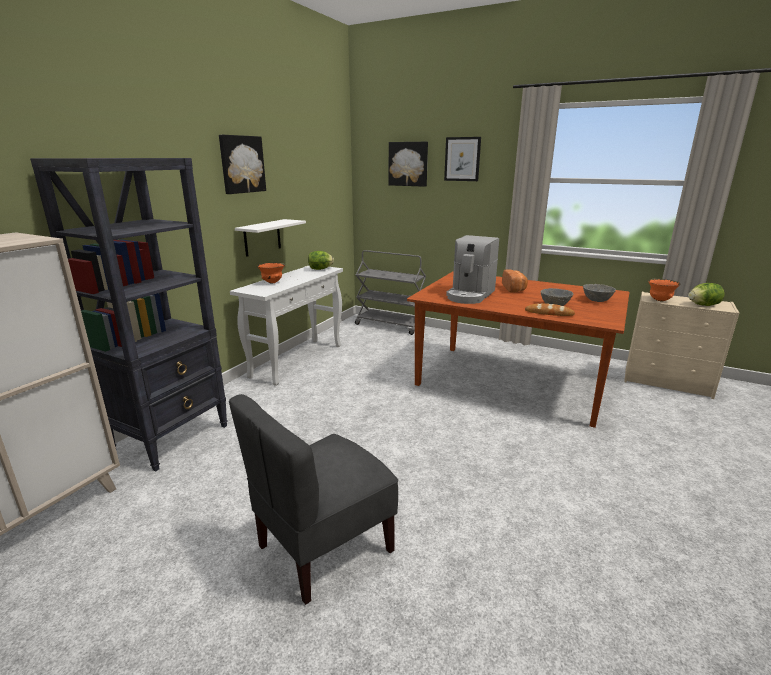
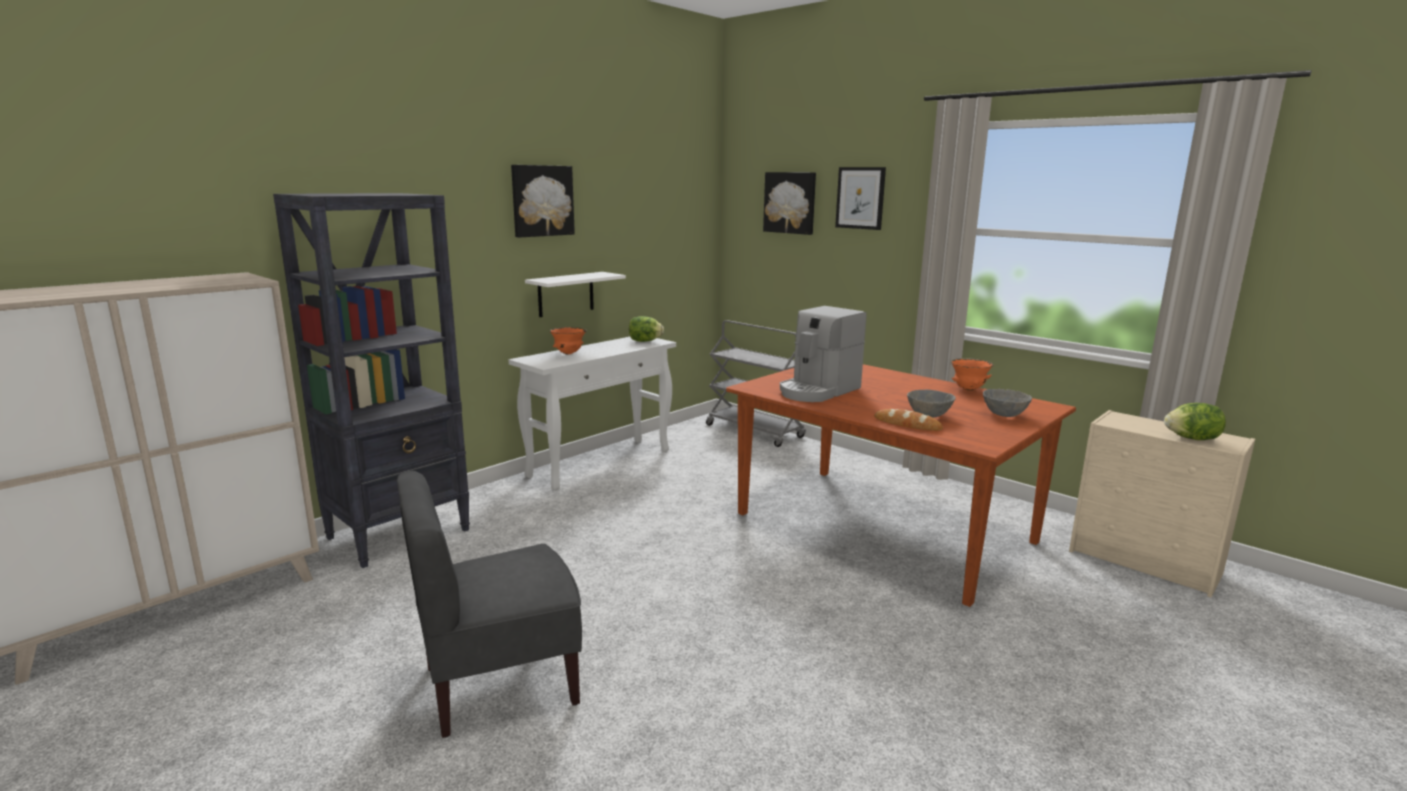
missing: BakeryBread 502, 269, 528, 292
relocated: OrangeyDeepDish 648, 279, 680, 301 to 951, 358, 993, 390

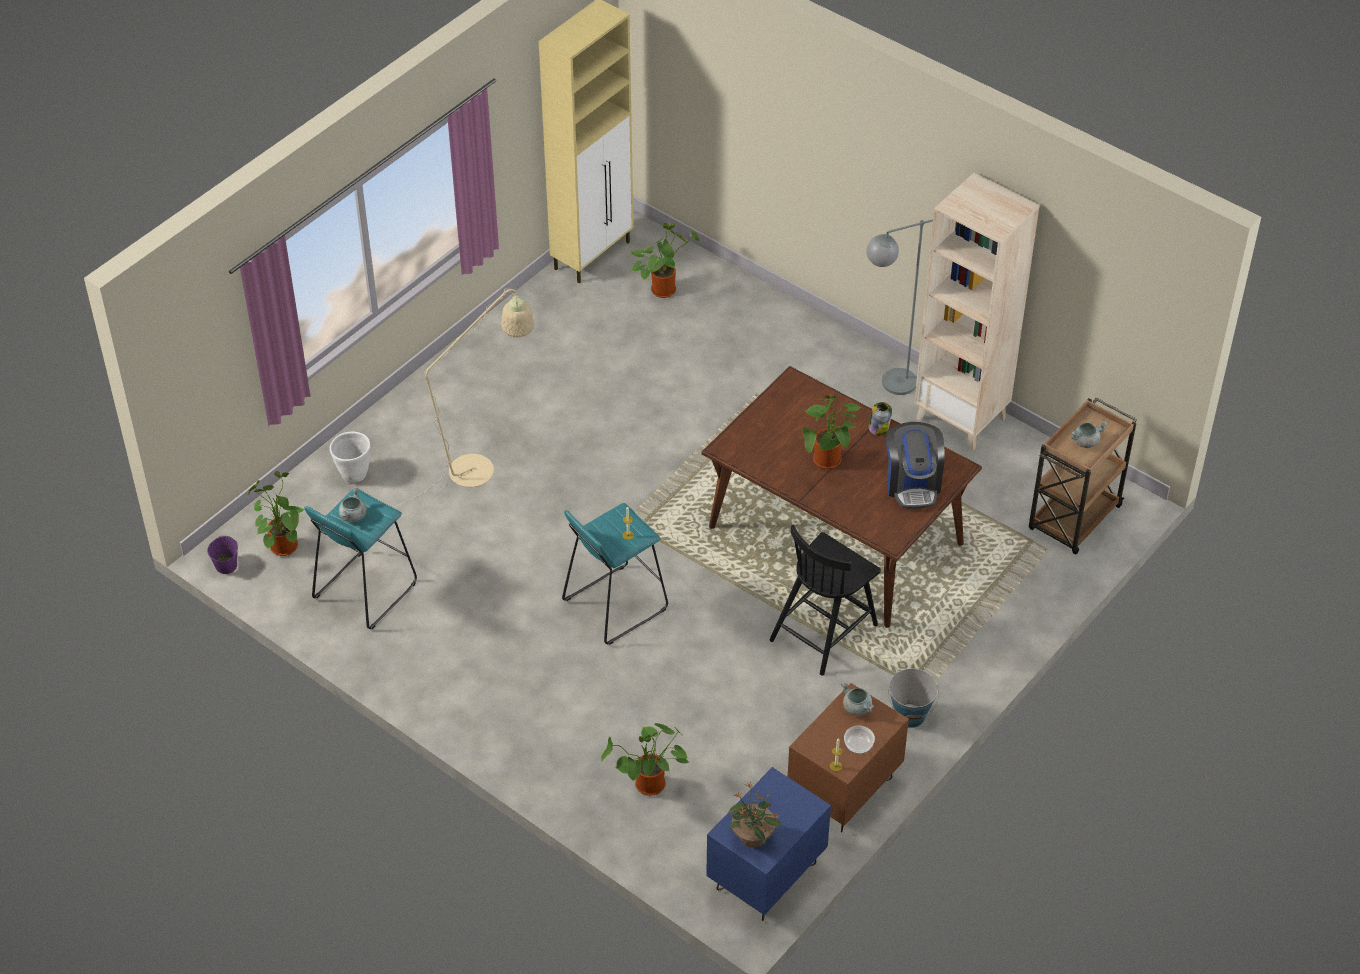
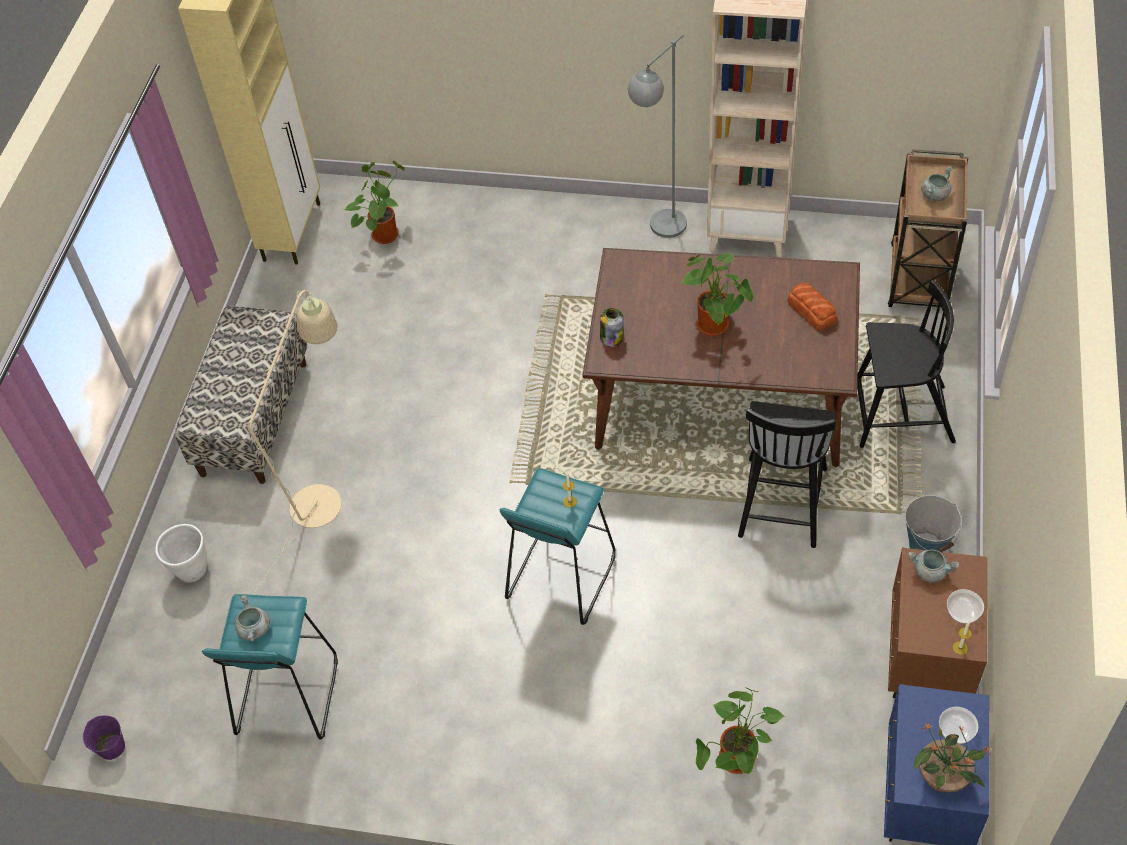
missing: PottedPlant 247, 471, 305, 556
appeared: Bench 175, 306, 308, 484; BlackUprightChair 857, 280, 956, 448; DeepDish 939, 707, 978, 744
relocated: StorageJar 869, 402, 892, 436 to 600, 308, 624, 347
exchanged: CoffeeMaker 886, 422, 945, 509 to BakeryBread 788, 283, 838, 331

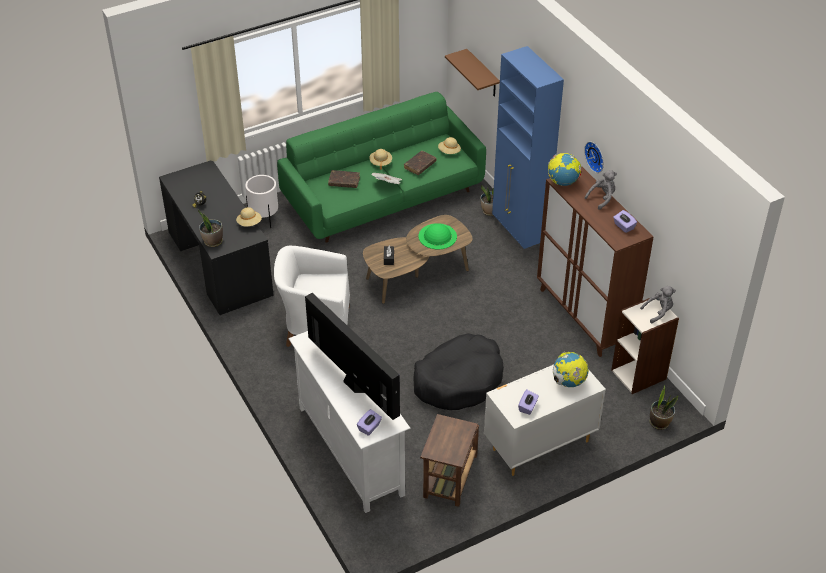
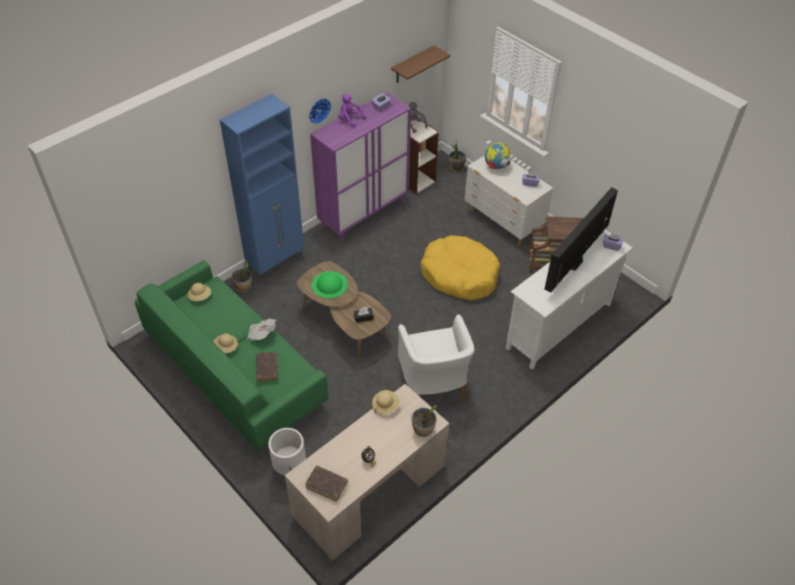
missing: Globe 548, 153, 581, 186
relocated: BrownishBook 404, 151, 436, 175 to 305, 465, 348, 502; BrownishShelf 445, 49, 500, 97 to 391, 45, 450, 83
colour: BlackDesk 159, 161, 274, 315 to BeigeDesk 285, 384, 450, 561; BlackPetBed 413, 333, 504, 410 to YellowPetBed 420, 235, 500, 300; BrownishCupboard 537, 167, 653, 357 to PurplishCupboard 310, 92, 411, 242; GreyishPlushToy 585, 170, 617, 210 to PurplishPlushToy 338, 94, 366, 127

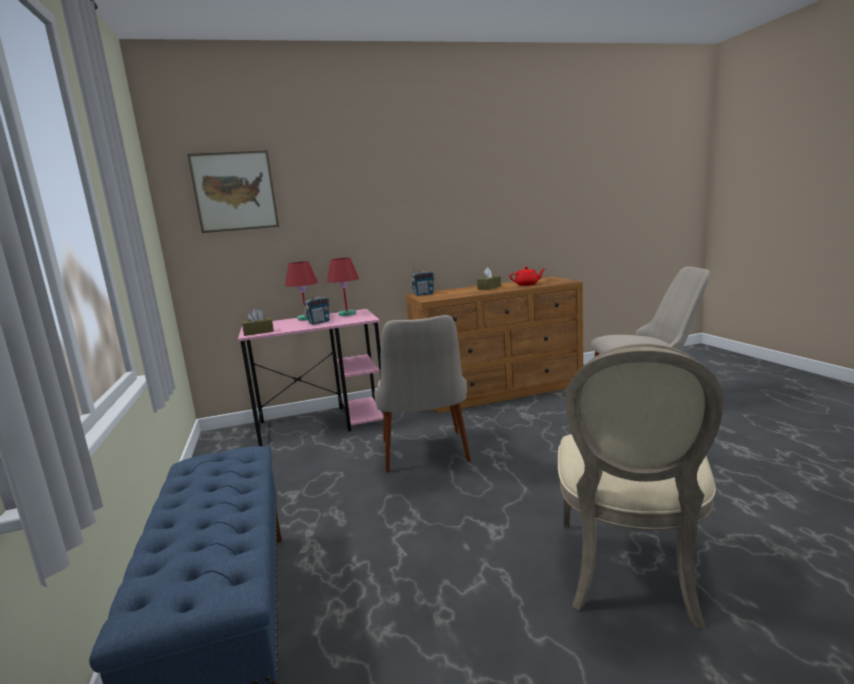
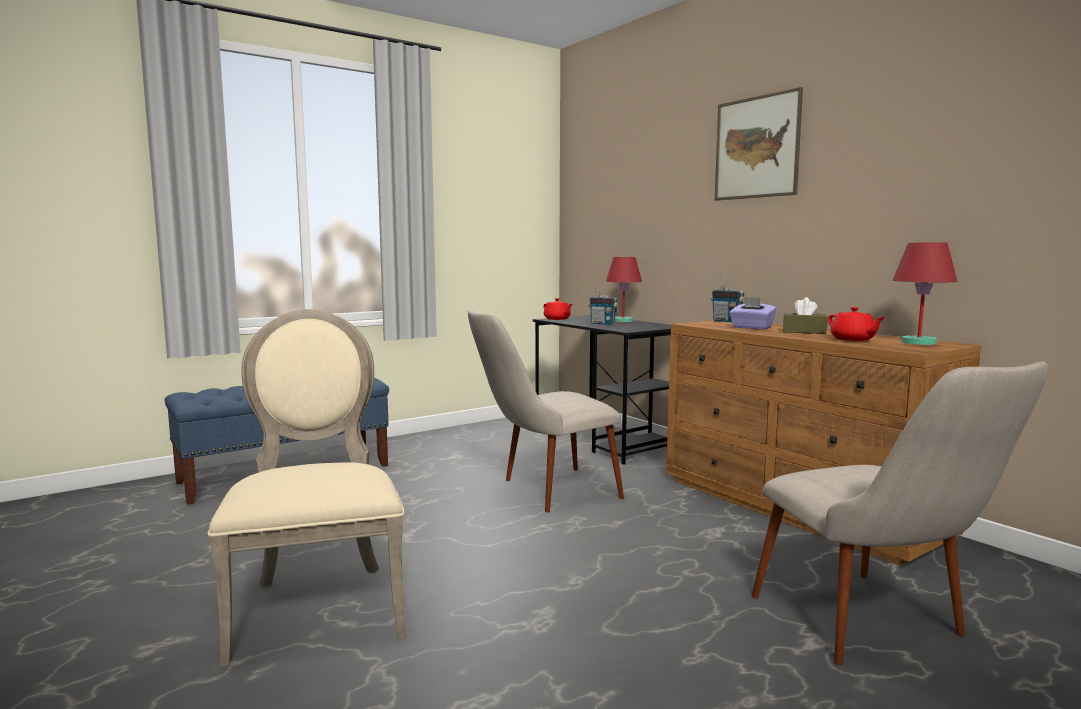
appeared: PurplishTissueBox 730, 297, 777, 330
relocated: WallPicture 187, 150, 279, 233 to 715, 87, 803, 201; ReddishTableLamp 327, 258, 359, 316 to 893, 242, 958, 345
exchanged: BrownishTissueBox 242, 309, 274, 336 to ReddishTeapot 544, 298, 572, 320
colour: PinkDesk 238, 309, 383, 446 to BlackDesk 533, 315, 671, 465
spun: BeigeUprightChair 558, 344, 724, 629 = 207, 309, 406, 667 75 degrees clockwise

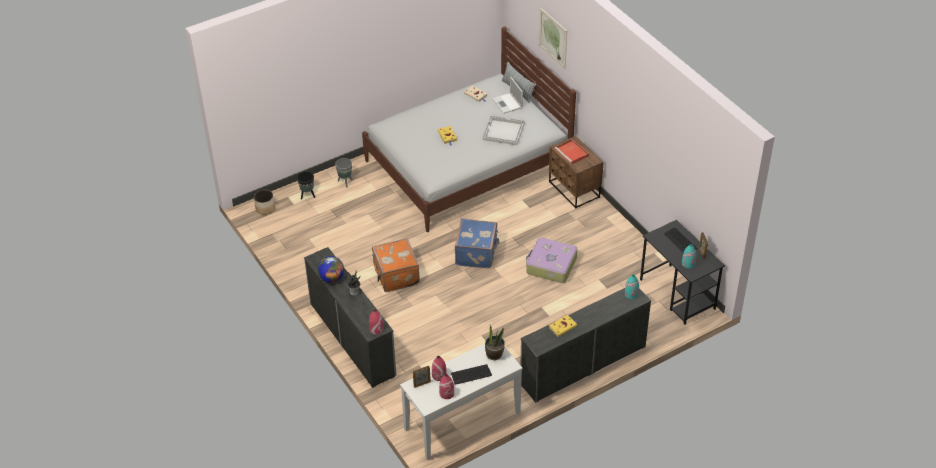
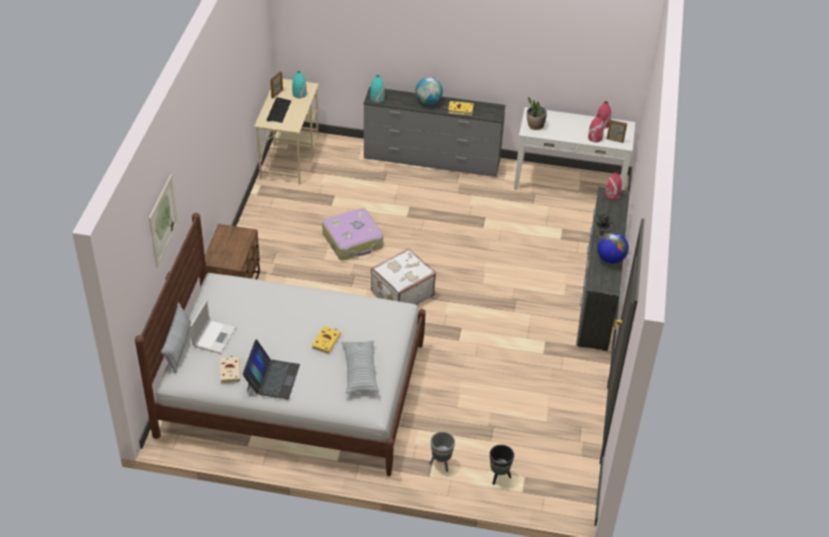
missing: FlowerPot 254, 190, 275, 215; OrangeyPieceOfLuggage 372, 238, 420, 292; PcKeyboard 451, 364, 492, 385; WhiteTray 482, 116, 525, 145; ReddishTray 555, 139, 589, 164
appeared: NotebookComputer 243, 339, 300, 399; ThrowPillow 342, 340, 379, 394; Globe 416, 77, 443, 105
colour: BlueColouredPieceOfLuggage 455, 218, 499, 268 to WhitePieceOfLuggage 371, 248, 436, 305; BlackDesk 640, 220, 725, 325 to BeigeDesk 254, 79, 319, 185

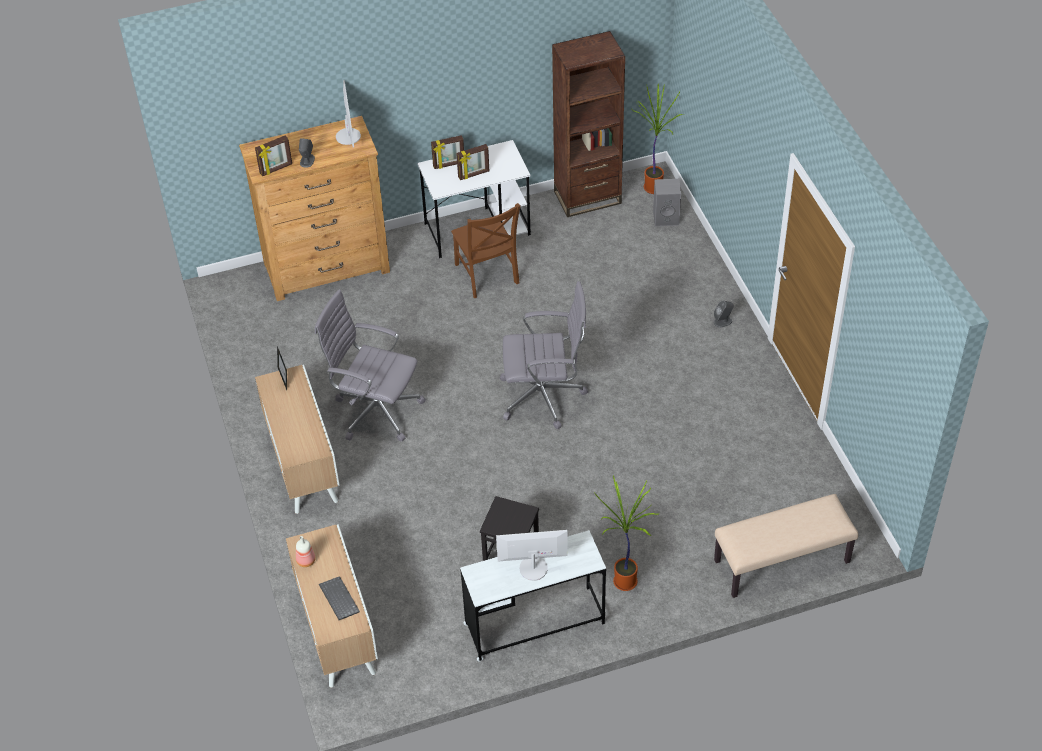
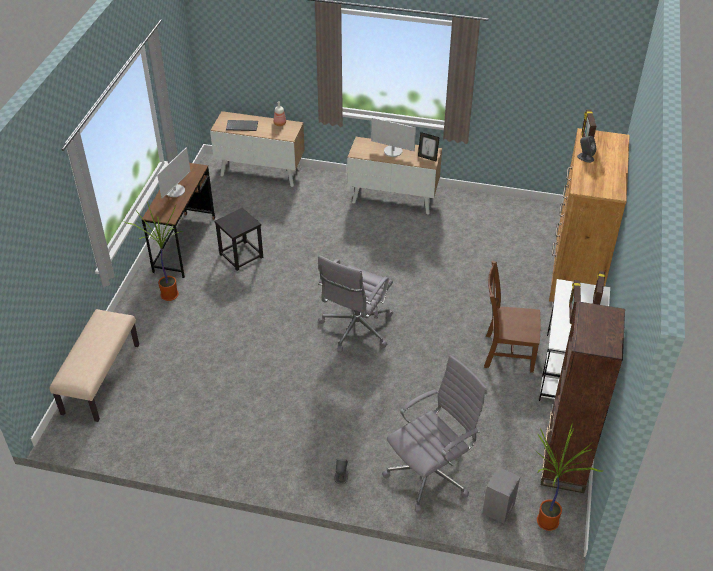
relocated: GreyishComputerChair 315, 290, 426, 442 to 382, 355, 487, 512; Monitor 336, 80, 361, 148 to 371, 117, 416, 157
colour: WhiteDesk 460, 530, 606, 661 to BrownishDesk 142, 163, 215, 278

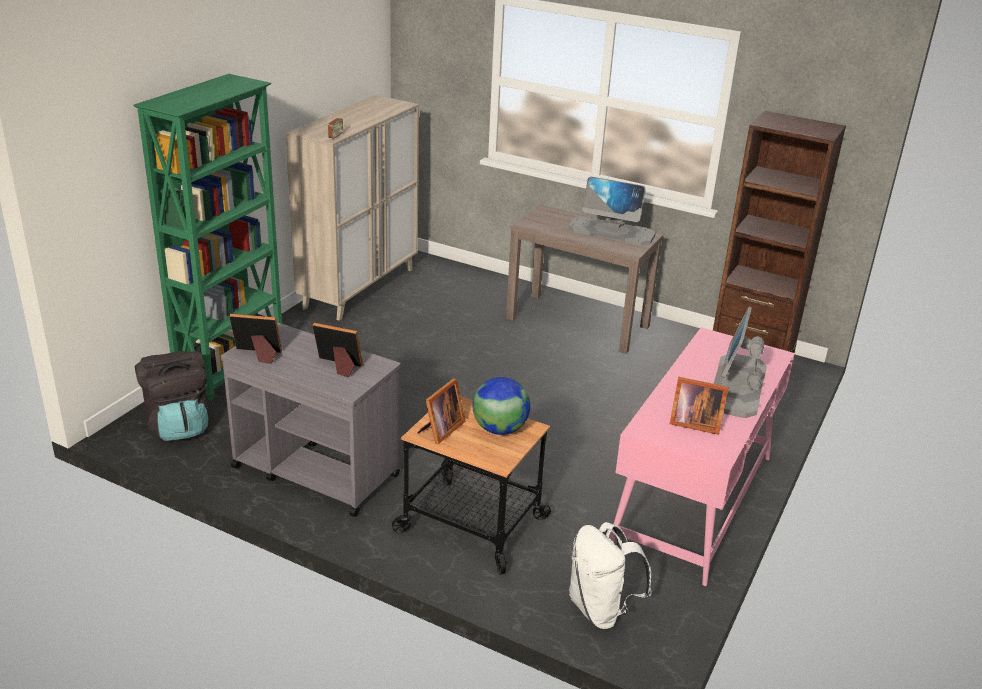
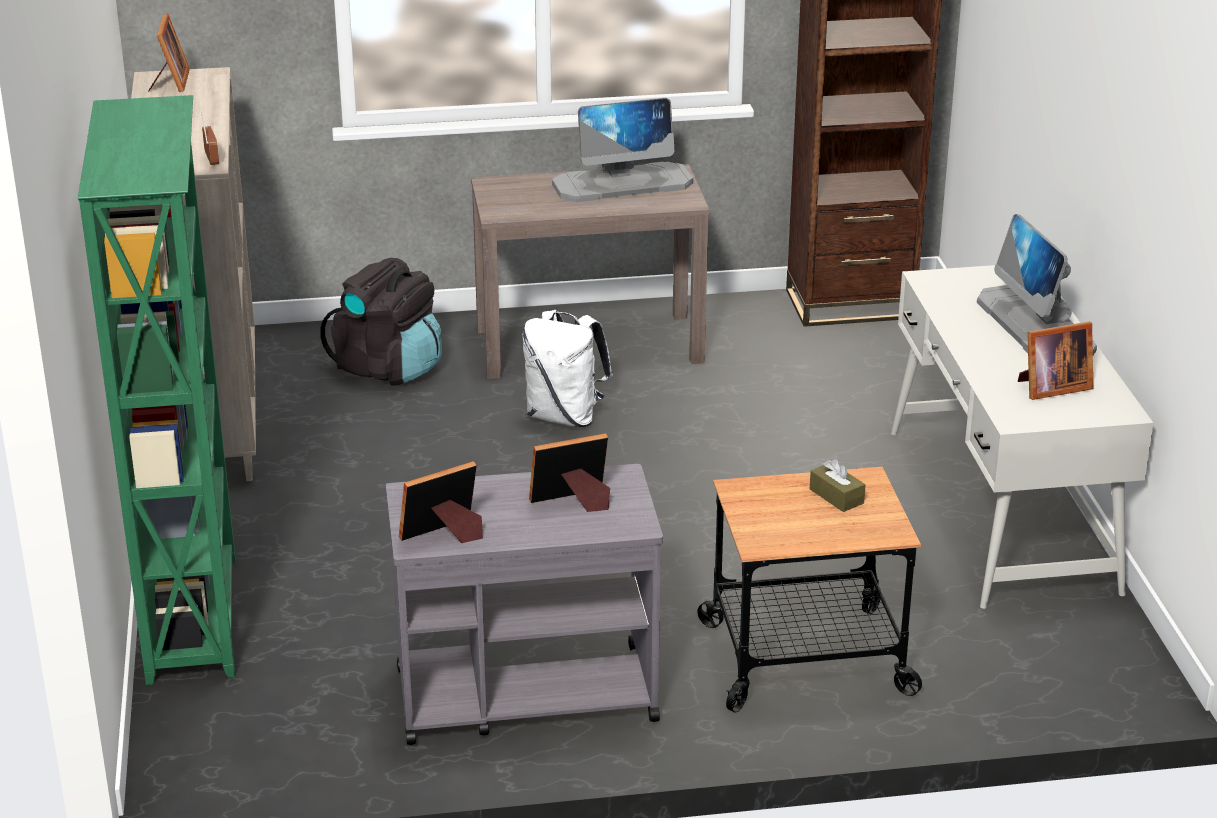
relocated: BlackBackpack 135, 351, 210, 441 to 320, 258, 442, 386; StandingFrame 417, 378, 466, 444 to 148, 13, 190, 92; WhiteBackpack 569, 522, 652, 630 to 523, 310, 612, 427
exchanged: Globe 472, 377, 530, 435 to BrownishTissueBox 810, 458, 865, 512
colour: PinkDesk 610, 327, 795, 586 to WhiteDesk 891, 265, 1153, 609

